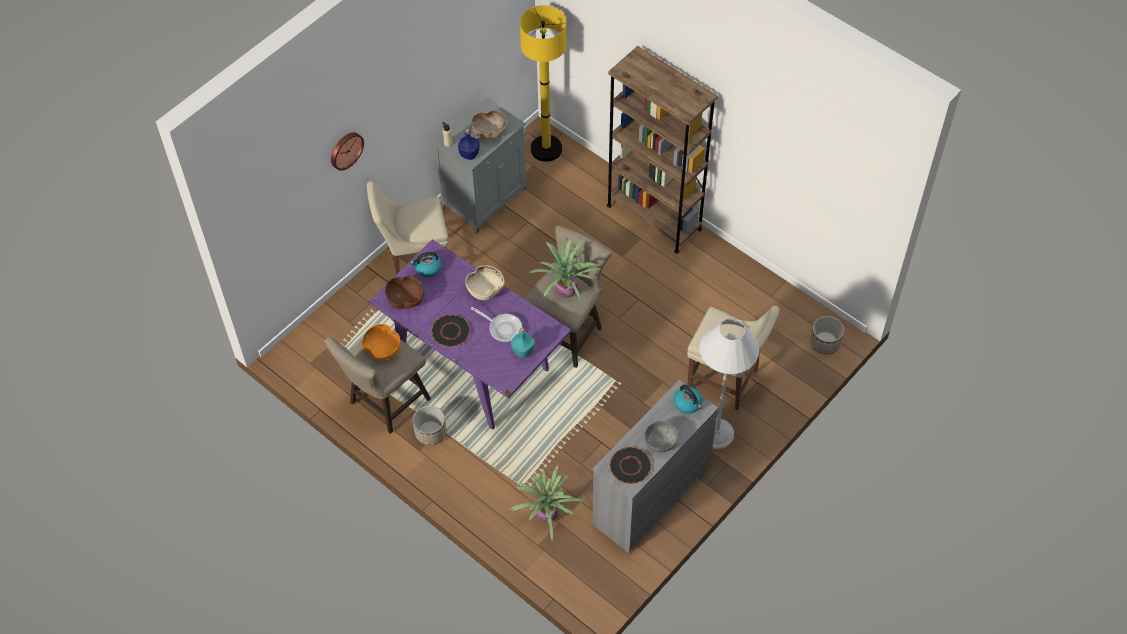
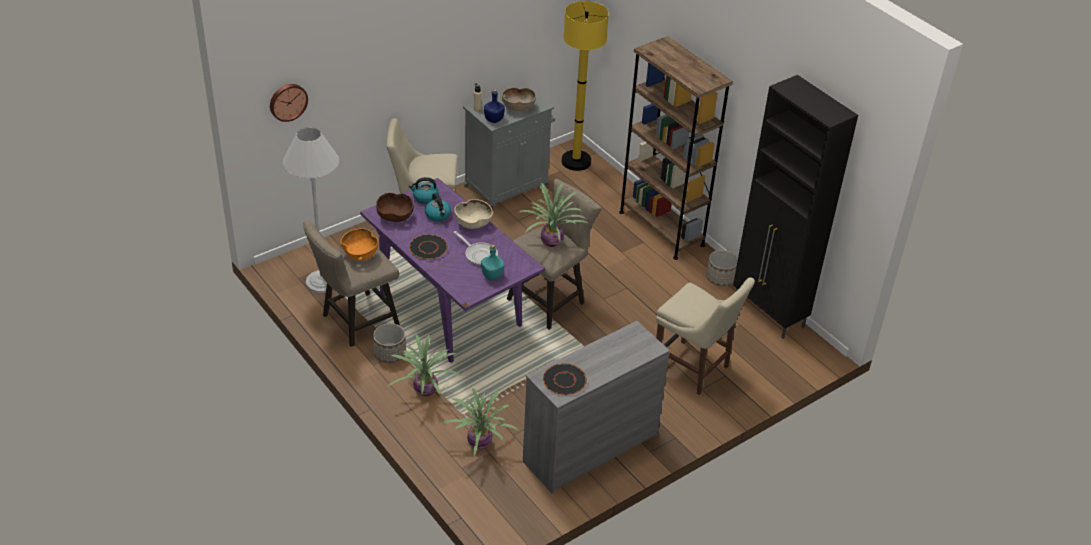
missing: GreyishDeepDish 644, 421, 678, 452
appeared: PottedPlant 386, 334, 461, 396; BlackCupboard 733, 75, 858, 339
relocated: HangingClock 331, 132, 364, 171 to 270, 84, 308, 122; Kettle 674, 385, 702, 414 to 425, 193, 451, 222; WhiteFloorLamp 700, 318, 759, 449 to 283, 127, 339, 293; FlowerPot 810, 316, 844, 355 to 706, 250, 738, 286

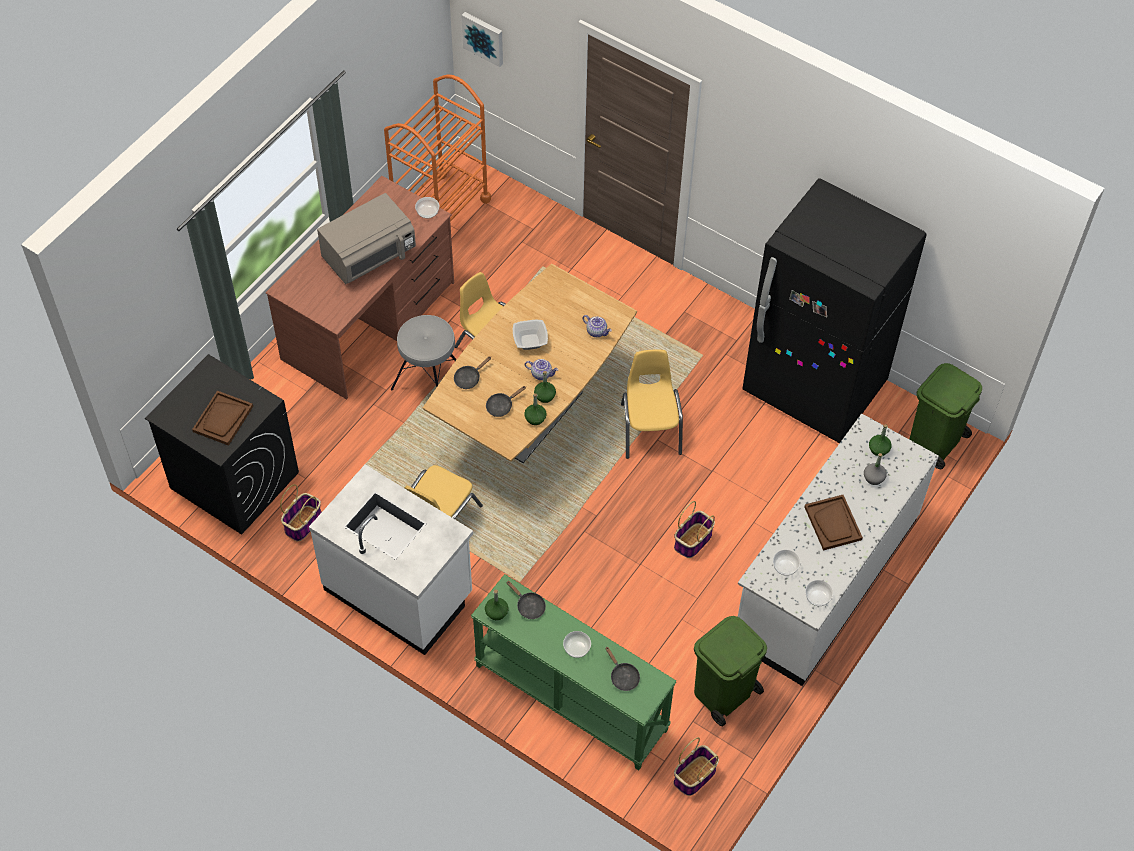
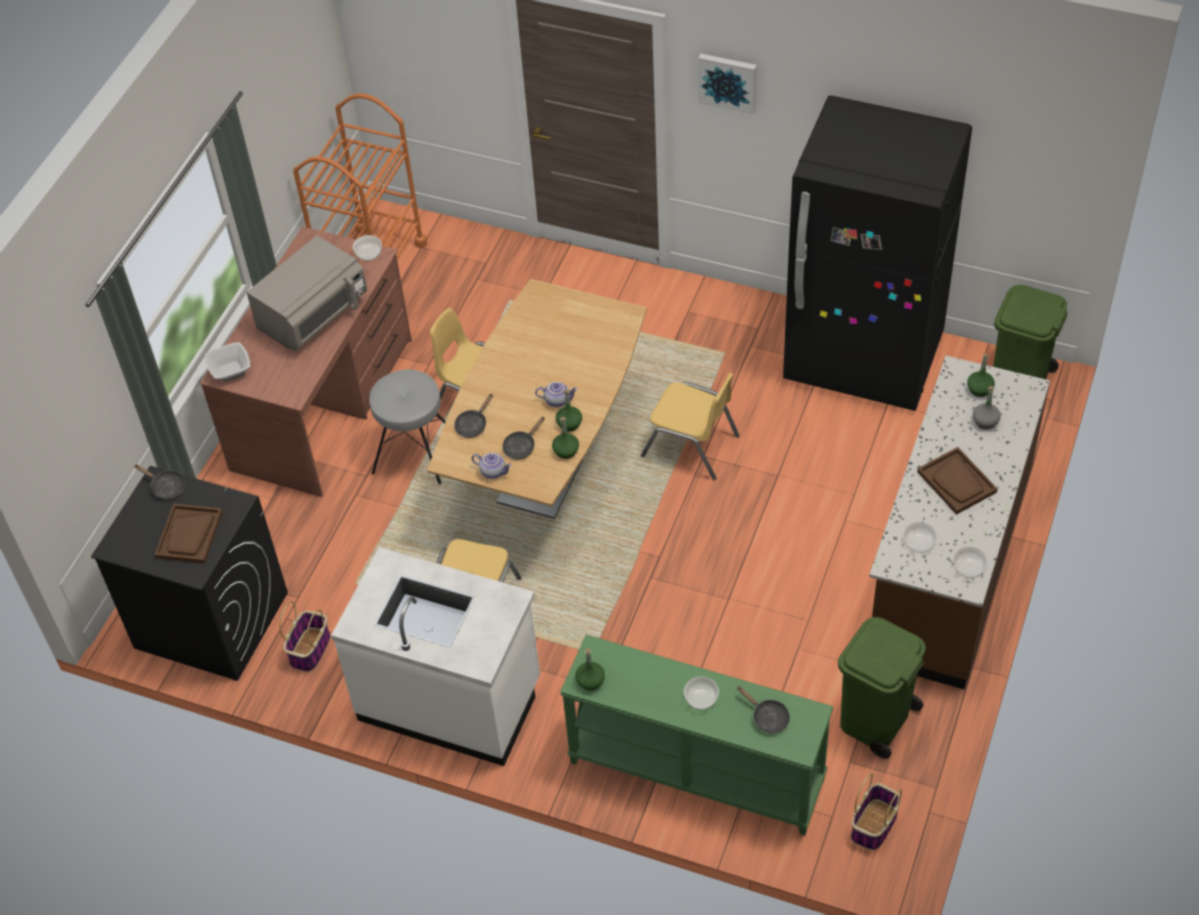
missing: StorageBasket 674, 501, 715, 558
relocated: WallPicture 462, 12, 503, 67 to 698, 54, 757, 115; BlackSkillet 506, 581, 546, 619 to 134, 464, 185, 499; DeepDish 513, 320, 548, 350 to 205, 342, 250, 382; Teapot 583, 315, 611, 337 to 472, 453, 512, 479
colour: WhiteKitchenBaseUnit 738, 414, 939, 686 to BrownishKitchenBaseUnit 869, 356, 1050, 689
spun: YellowUprightChair 621, 349, 683, 459 = 641, 373, 740, 480 135 degrees clockwise

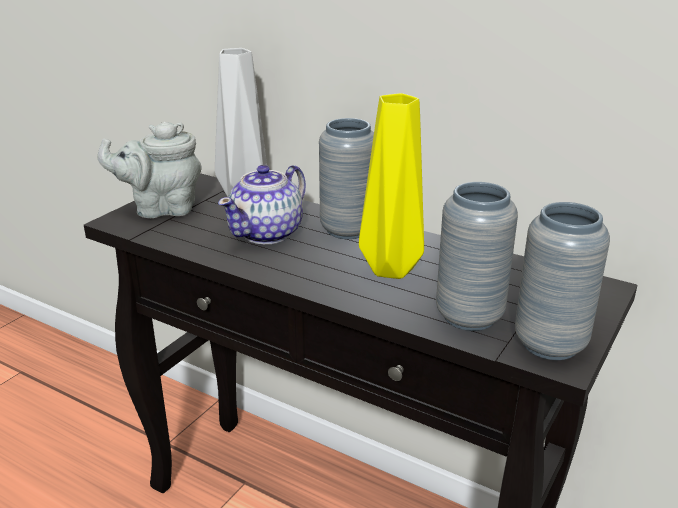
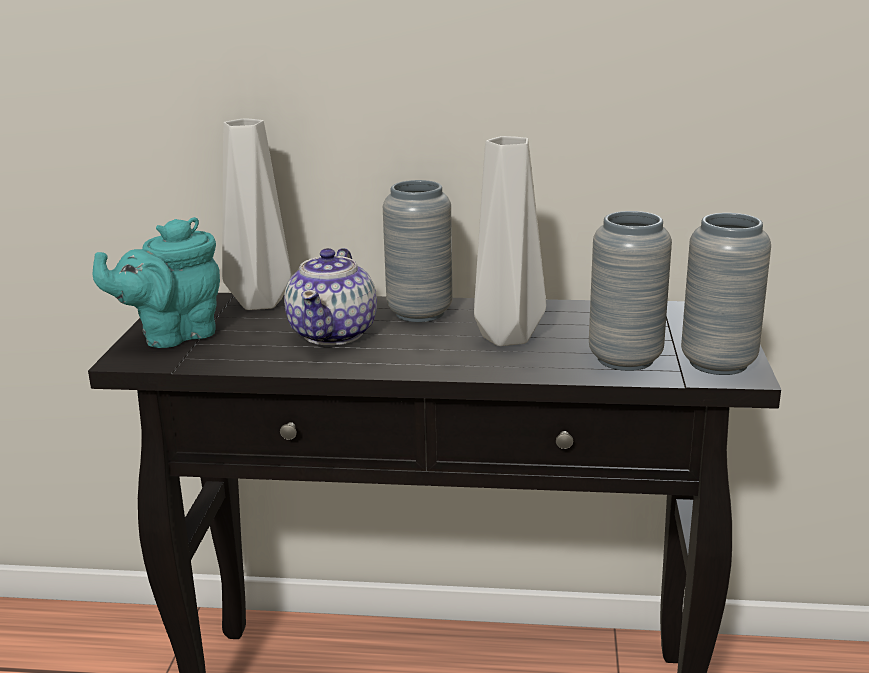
colour: GreyishTeapot 97, 122, 202, 218 to BlueGreenTeapot 92, 217, 220, 348; YellowDecorativeVase 359, 93, 424, 279 to GreyishDecorativeVase 474, 136, 546, 346

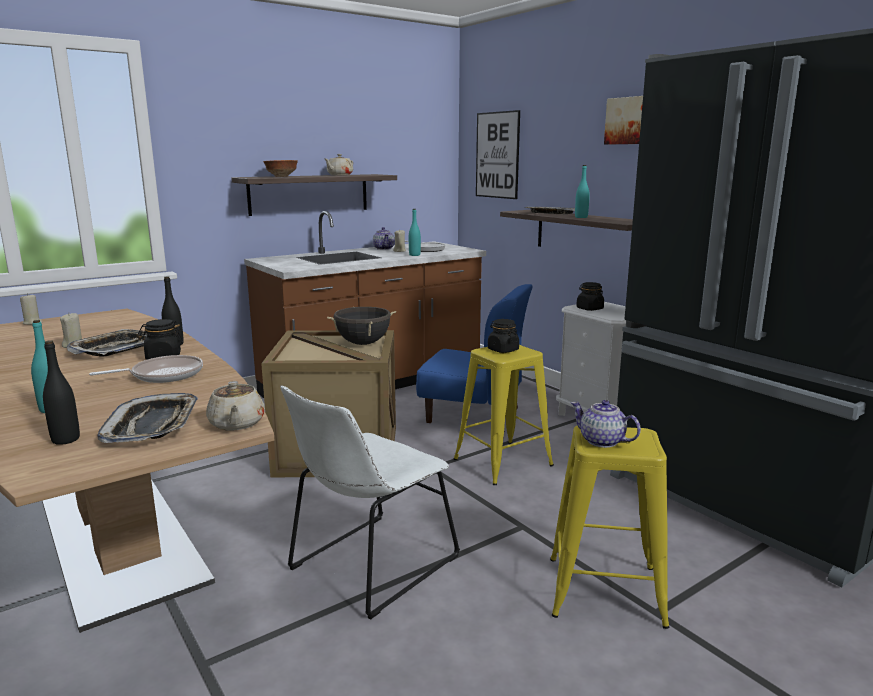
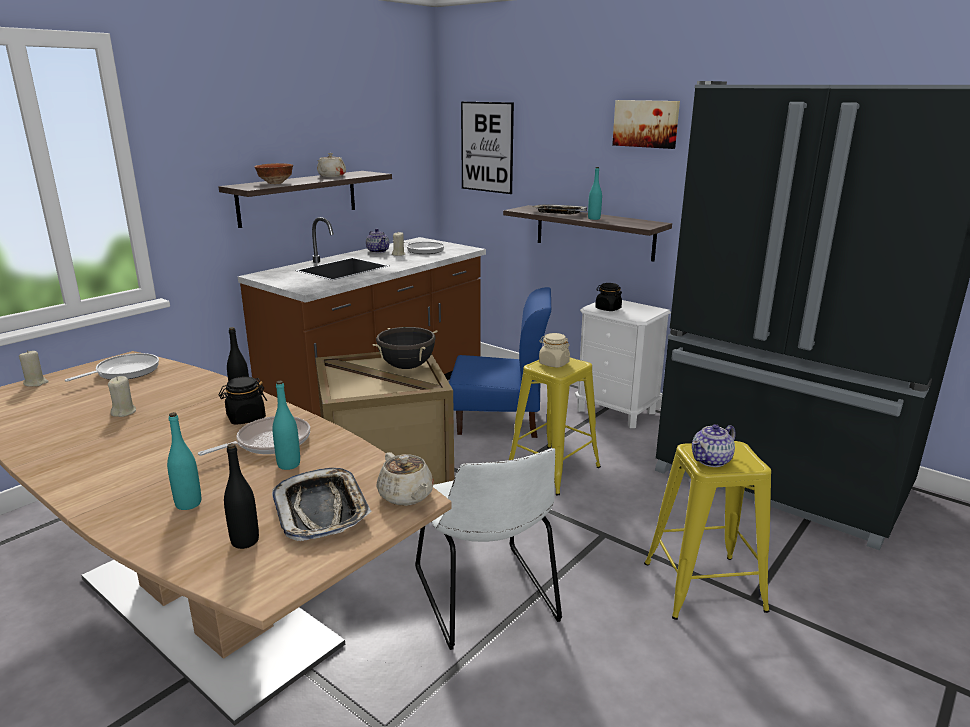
missing: Tray 67, 329, 147, 357
appeared: Skillet 65, 353, 159, 382
relocated: BlueGreenDrinkBottle 409, 209, 421, 256 to 273, 381, 300, 470
colour: BlackStorageJar 488, 319, 519, 353 to BeigeStorageJar 539, 333, 570, 368
spun: WhiteUprightChair 280, 386, 460, 620 = 415, 448, 562, 650 45 degrees counterclockwise; Teapot 571, 400, 641, 448 = 692, 424, 736, 467 60 degrees counterclockwise

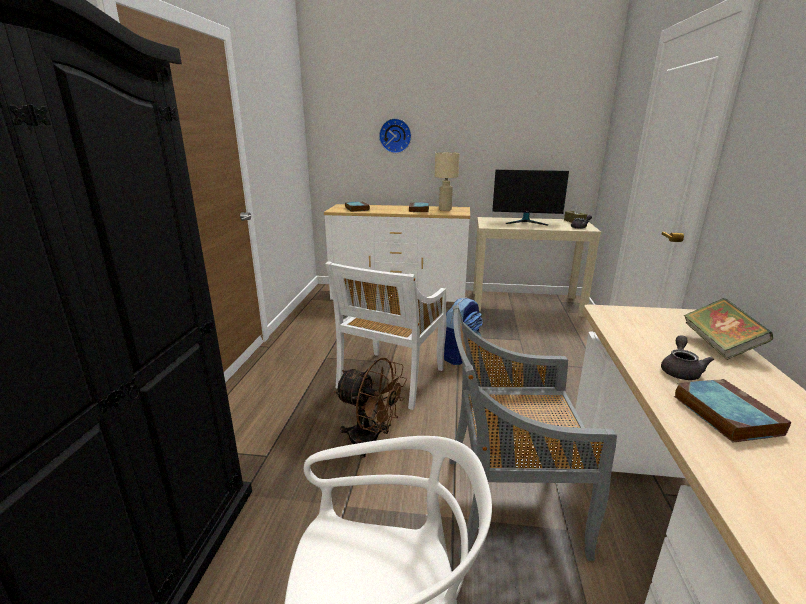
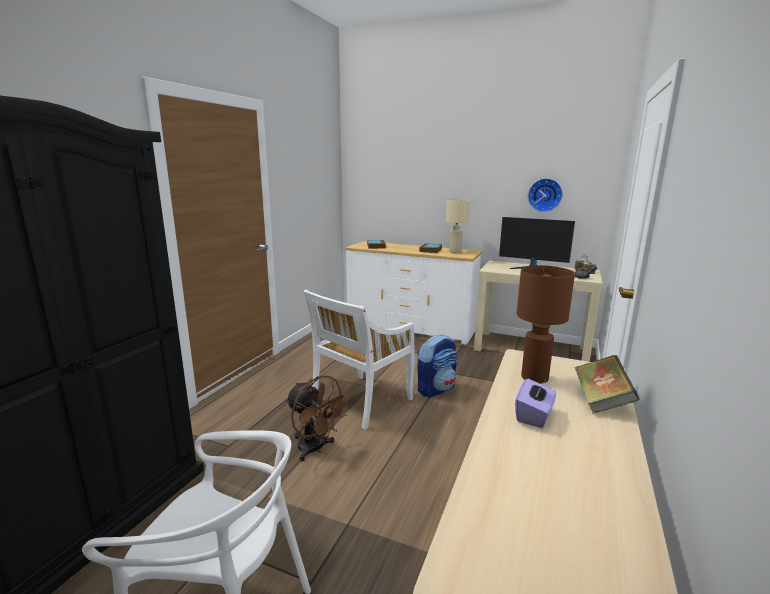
missing: GreyishUprightChair 449, 305, 617, 561; Book 674, 379, 791, 443
appeared: BrownishTableLamp 516, 265, 575, 384
relocated: HangingClock 379, 118, 412, 153 to 528, 178, 563, 212
exchanged: GreyishTeapot 661, 335, 714, 380 to PurplishTissueBox 515, 378, 556, 428

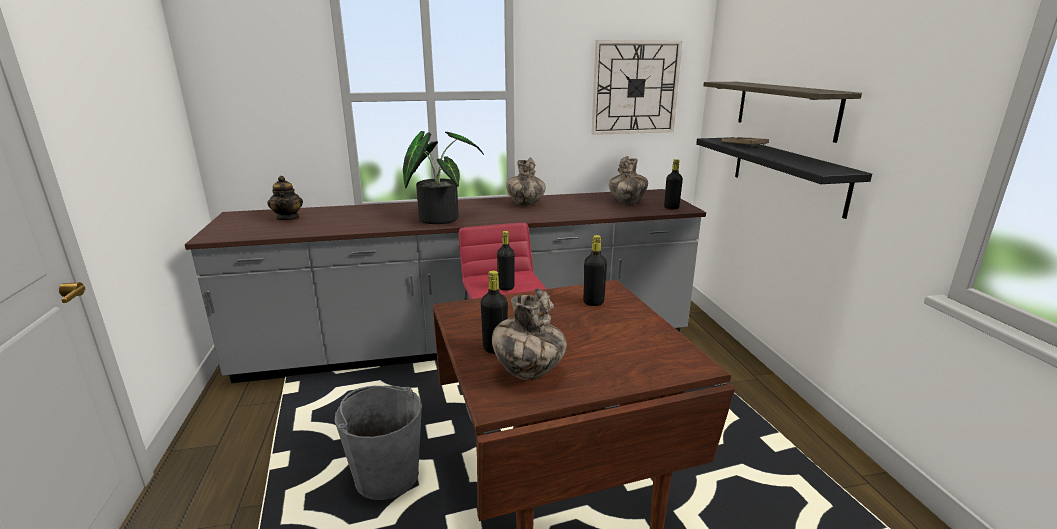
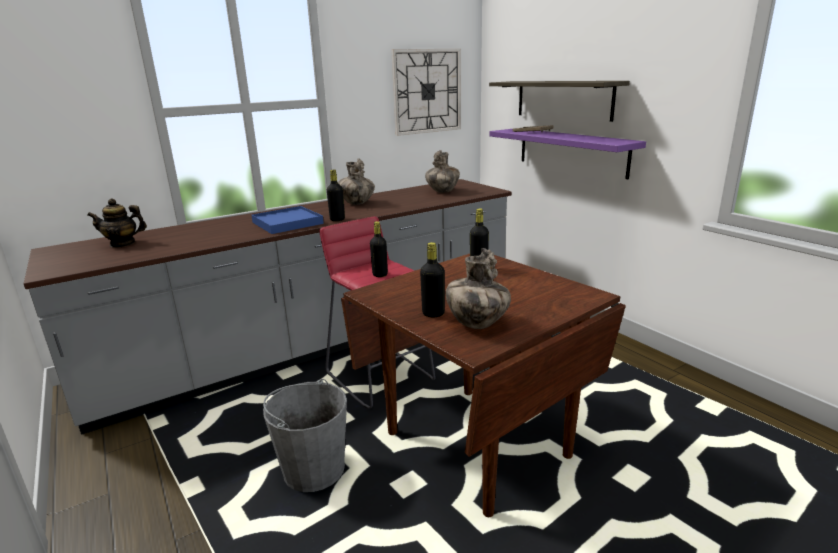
relocated: BlackDrinkBottle 664, 159, 683, 209 to 327, 170, 345, 221
exchanged: PottedPlant 403, 131, 484, 224 to BlueColouredTray 251, 206, 324, 234
colour: BlackShelf 696, 137, 872, 219 to PurplishShelf 489, 129, 646, 179
spun: Teapot 267, 176, 303, 221 = 87, 198, 147, 248 120 degrees clockwise

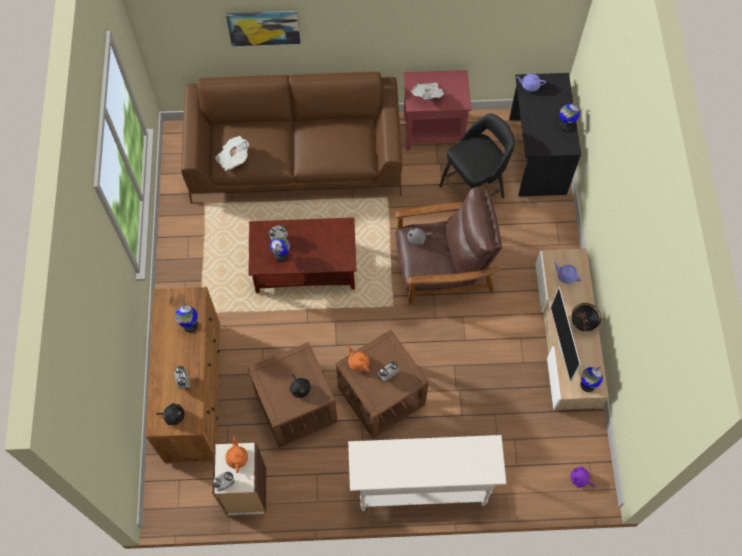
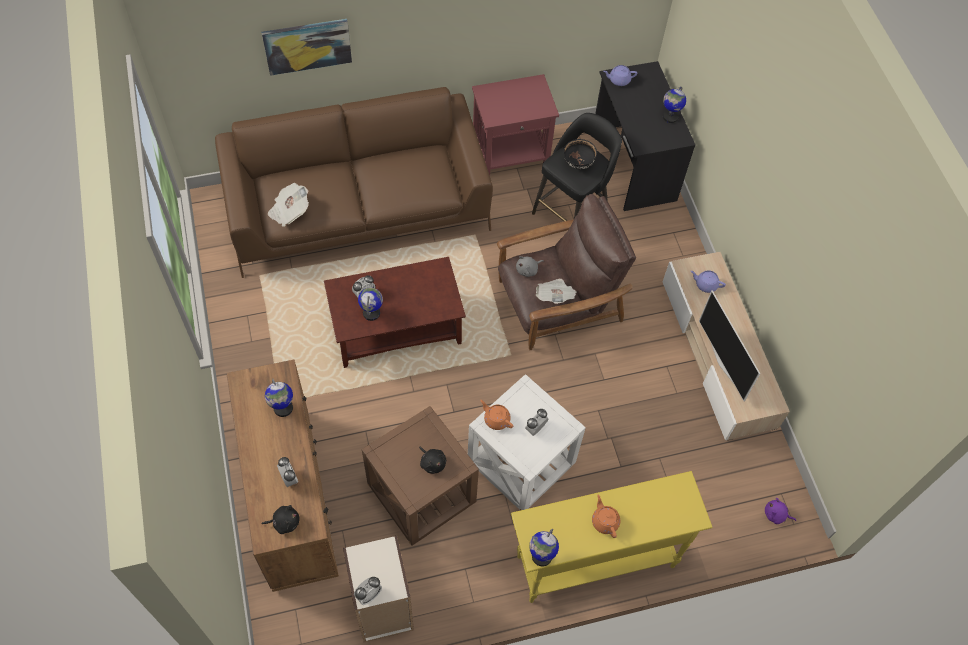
relocated: OrangeyTeapot 225, 436, 248, 473 to 592, 494, 620, 538; Newspaper 411, 83, 445, 99 to 536, 279, 577, 304; BlackDeepDish 572, 303, 601, 332 to 564, 139, 597, 170; Globe 581, 367, 603, 392 to 529, 529, 559, 566
colour: BrownishSideTable 336, 329, 429, 438 to WhiteSideTable 468, 374, 586, 510; WhiteHallTable 348, 435, 506, 511 to YellowHallTable 511, 471, 713, 603

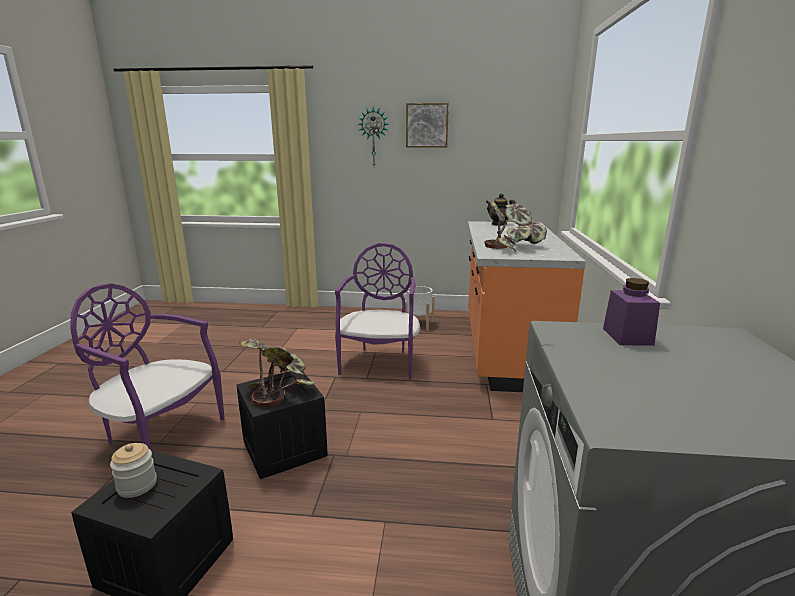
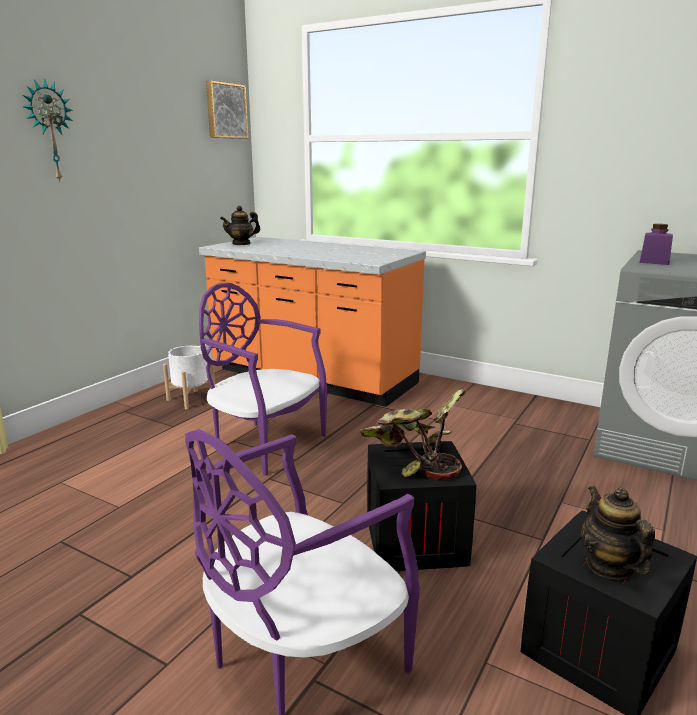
missing: PottedPlant 484, 201, 547, 252
relocated: WallPicture 406, 103, 449, 148 to 206, 80, 248, 139
exchanged: StorageJar 110, 443, 157, 498 to Teapot 581, 486, 655, 579

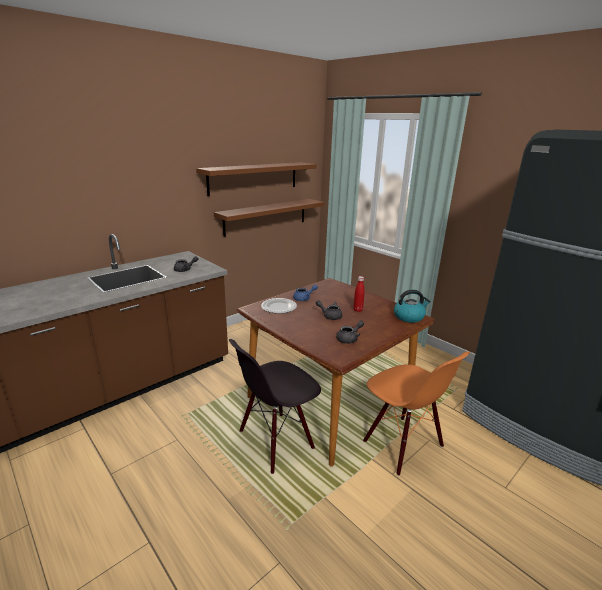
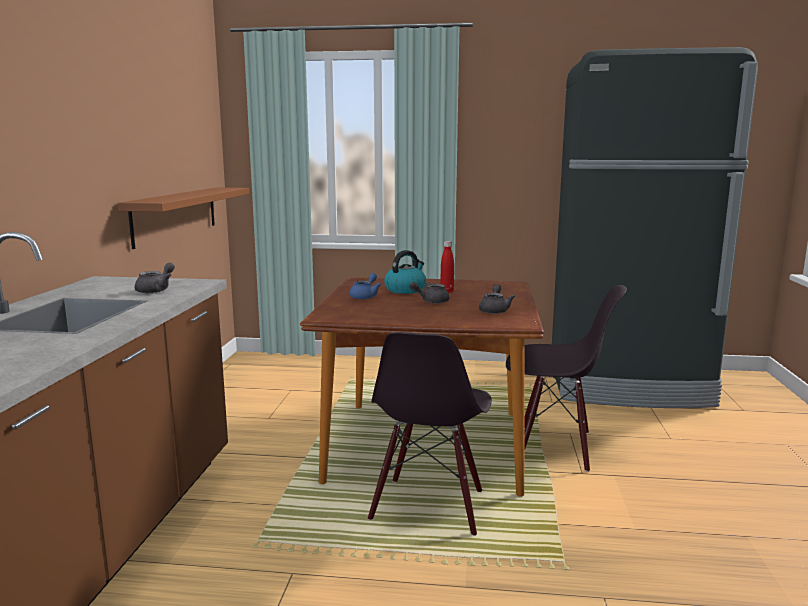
missing: BrownishShelf 196, 162, 317, 196; FlatDish 261, 298, 297, 314
relocated: Kettle 394, 290, 431, 323 to 384, 250, 426, 294
colour: OrangeyUprightChair 363, 352, 470, 476 to BlackUprightChair 506, 285, 627, 472

